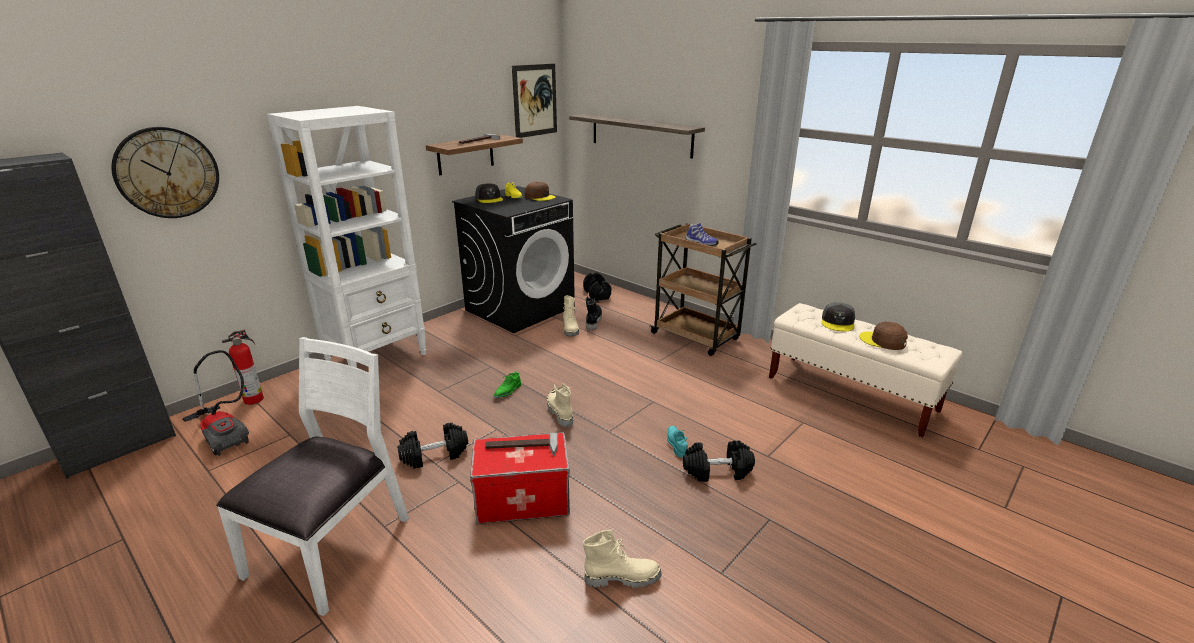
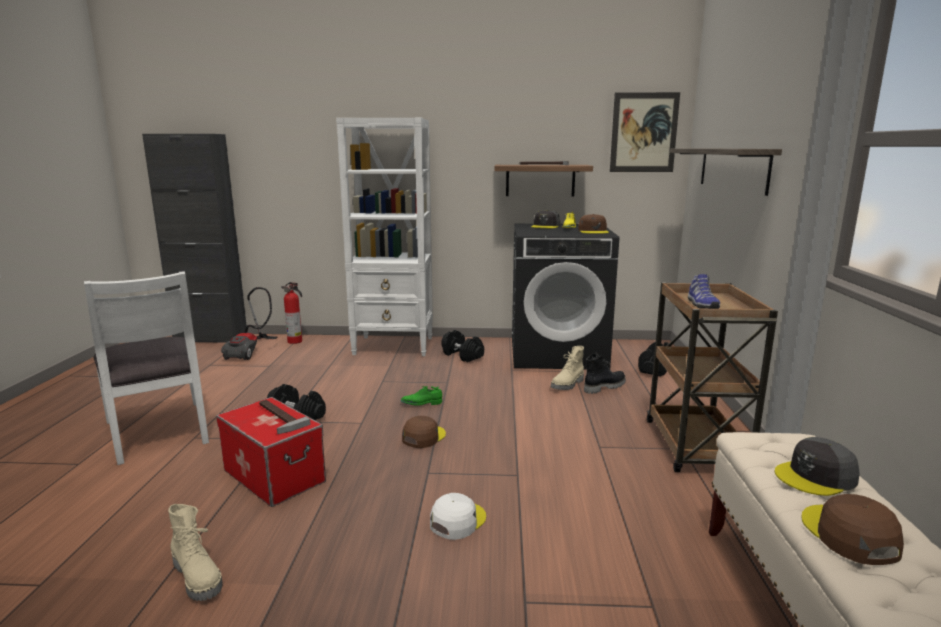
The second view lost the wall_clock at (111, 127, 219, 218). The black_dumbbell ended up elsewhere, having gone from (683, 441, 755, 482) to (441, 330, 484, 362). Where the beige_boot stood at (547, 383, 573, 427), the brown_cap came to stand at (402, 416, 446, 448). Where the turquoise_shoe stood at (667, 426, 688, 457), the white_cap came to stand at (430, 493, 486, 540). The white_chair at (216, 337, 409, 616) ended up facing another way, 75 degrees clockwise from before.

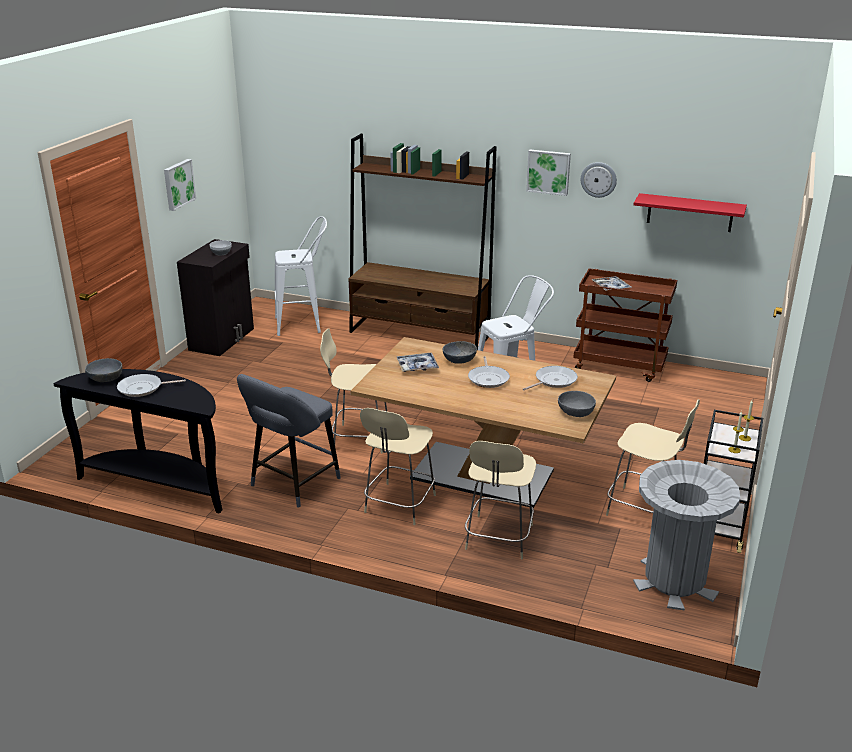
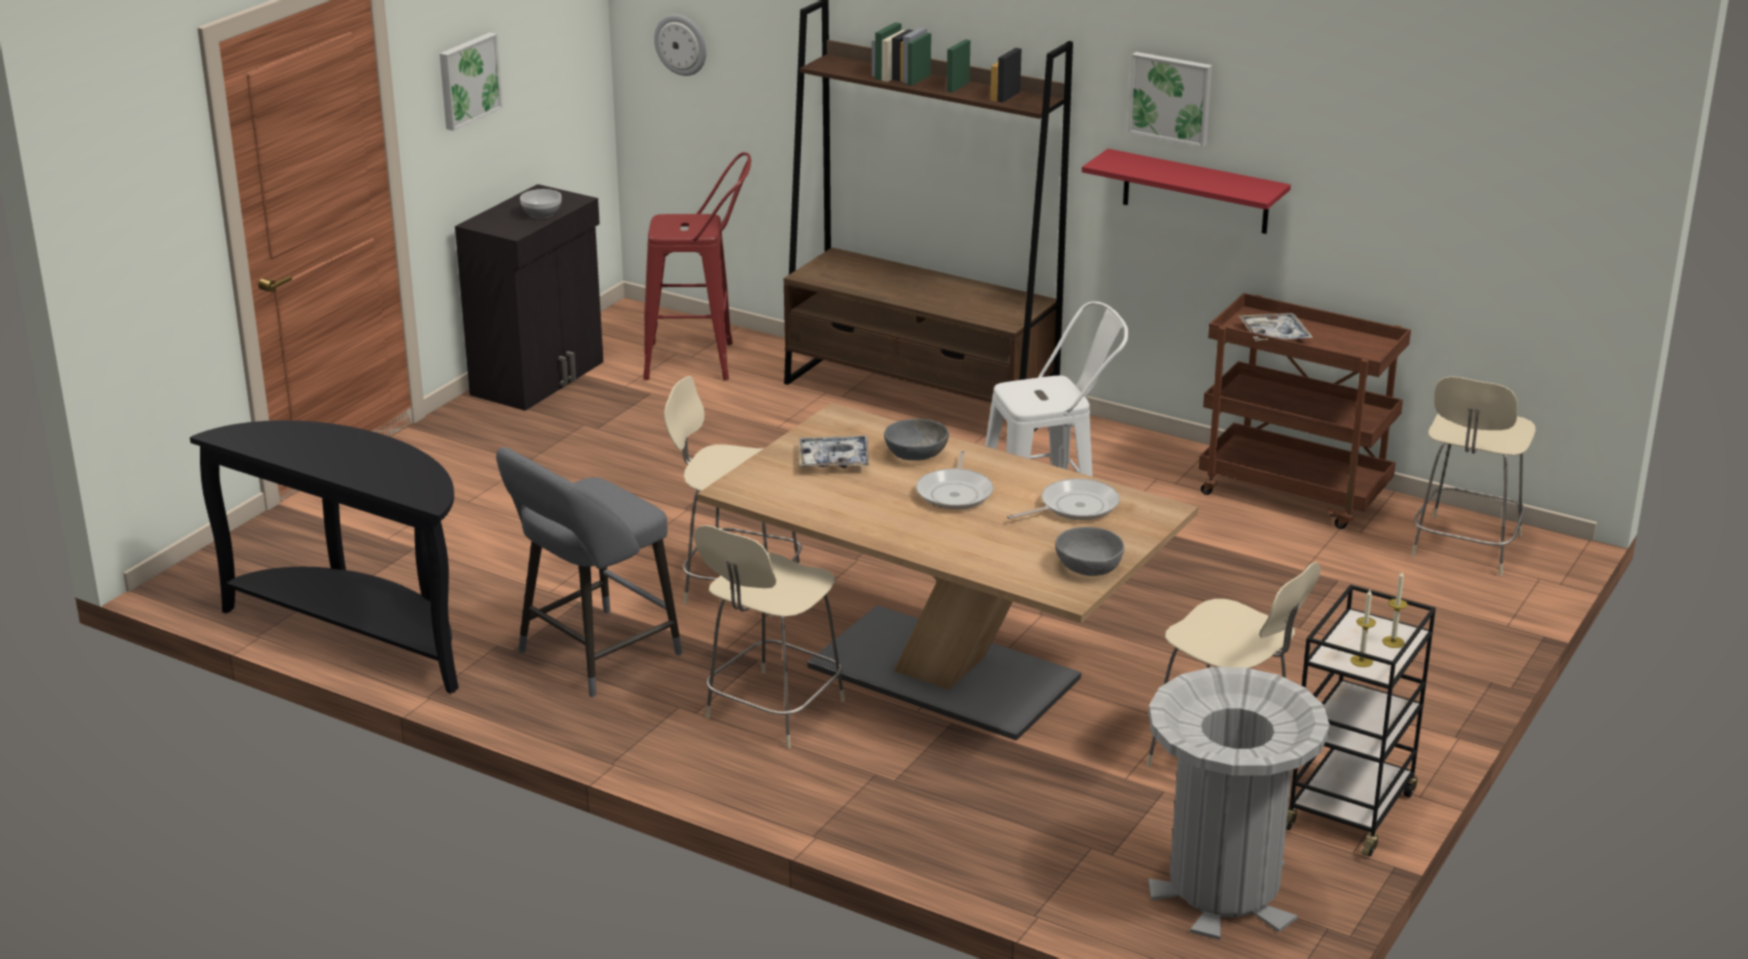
The second view lost the grey_bowl at (85, 358, 122, 382). The second view lost the frying_pan at (117, 374, 186, 397). The beige_chair ended up elsewhere, having gone from (465, 441, 536, 559) to (1411, 376, 1536, 576). The wall_clock ended up elsewhere, having gone from (581, 162, 617, 198) to (654, 14, 707, 76). The red_shelf ended up elsewhere, having gone from (634, 193, 747, 232) to (1082, 149, 1291, 234). What was the white_stool at (275, 216, 327, 336) turned into the red_stool at (643, 152, 751, 380).

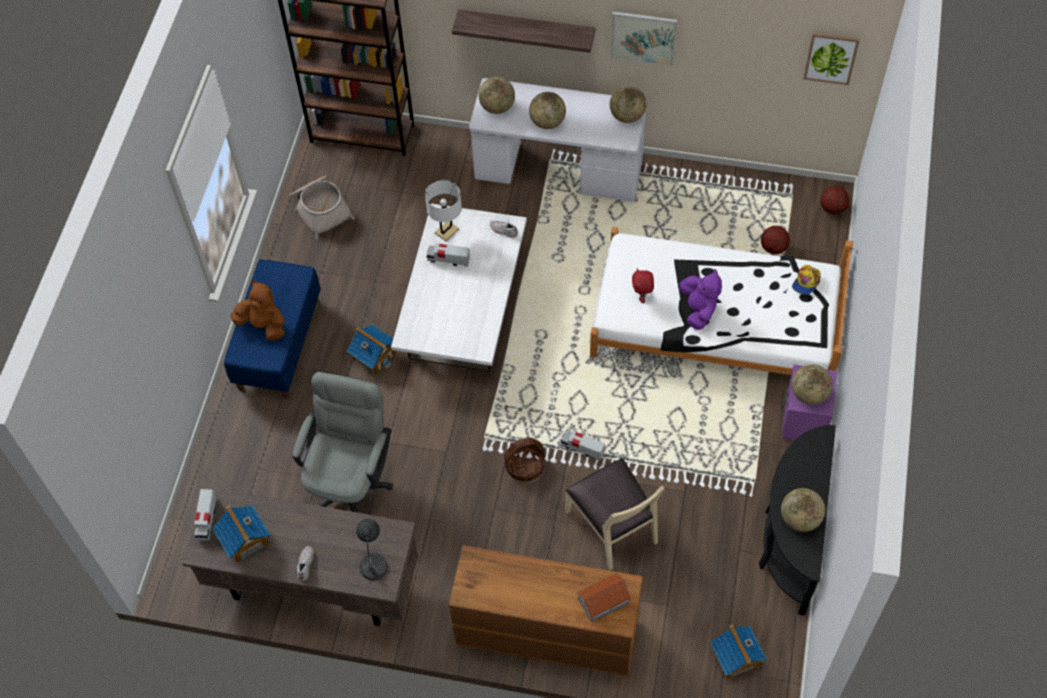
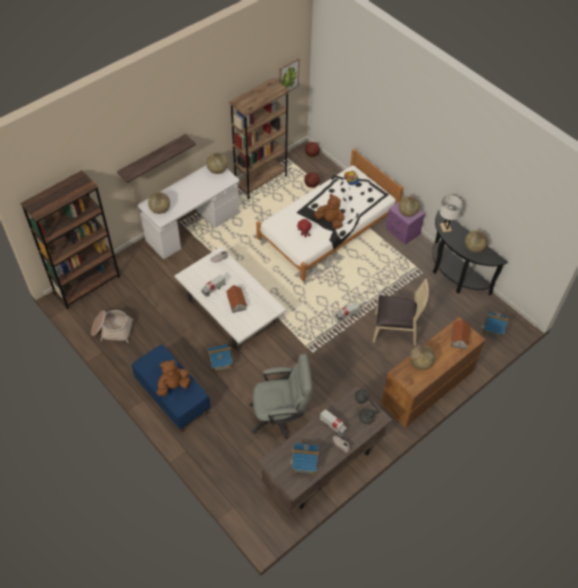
The second view lost the basket at (504, 438, 545, 482). The second view lost the picture at (610, 11, 677, 66). The second view gained the toy_house at (226, 285, 247, 313). The second view gained the brown_bookcase at (229, 78, 290, 199). The toy_truck ended up elsewhere, having gone from (194, 489, 217, 541) to (320, 409, 347, 437). The white_table_lamp ended up elsewhere, having gone from (425, 180, 462, 241) to (439, 195, 463, 233). The globe ended up elsewhere, having gone from (529, 92, 566, 129) to (409, 345, 435, 370). What was the purple_plush_toy at (679, 269, 722, 330) turned into the brown_plush_toy at (314, 194, 345, 229). The grey_office_chair at (293, 372, 393, 513) ended up facing another way, 120 degrees clockwise from before.

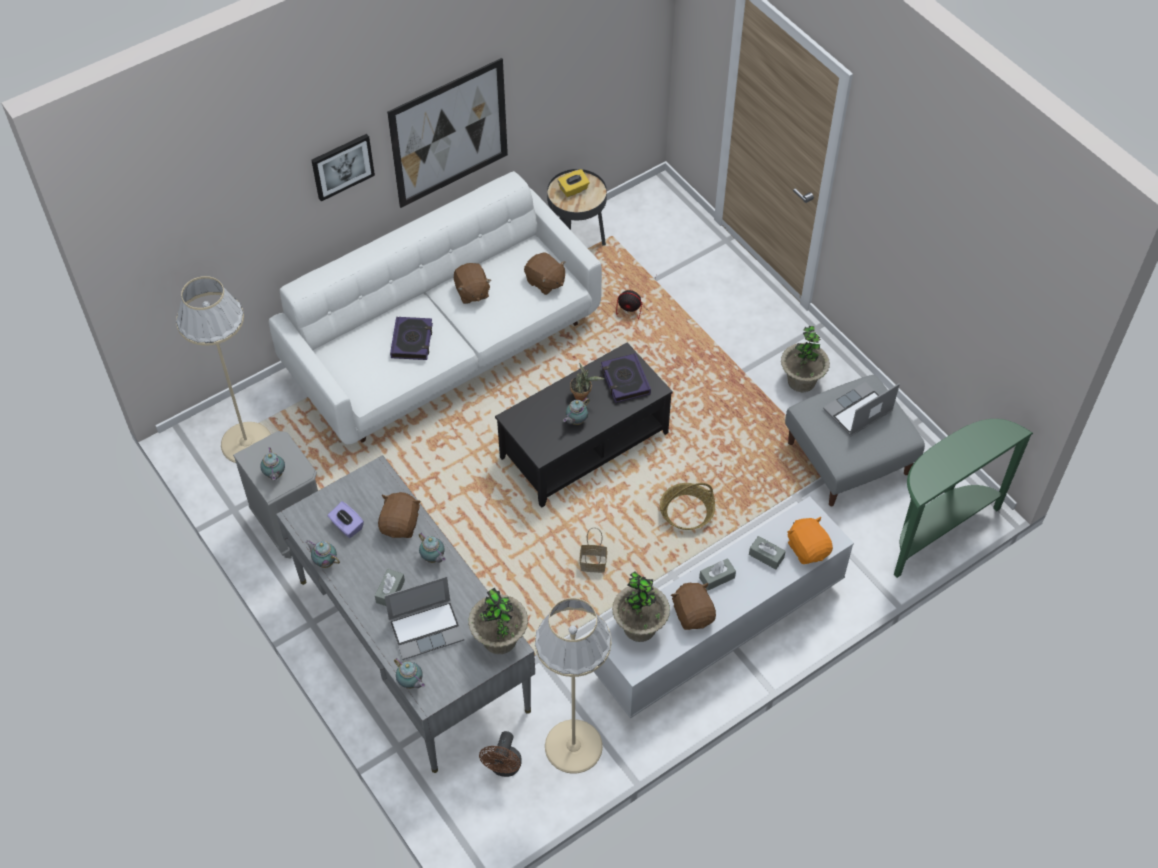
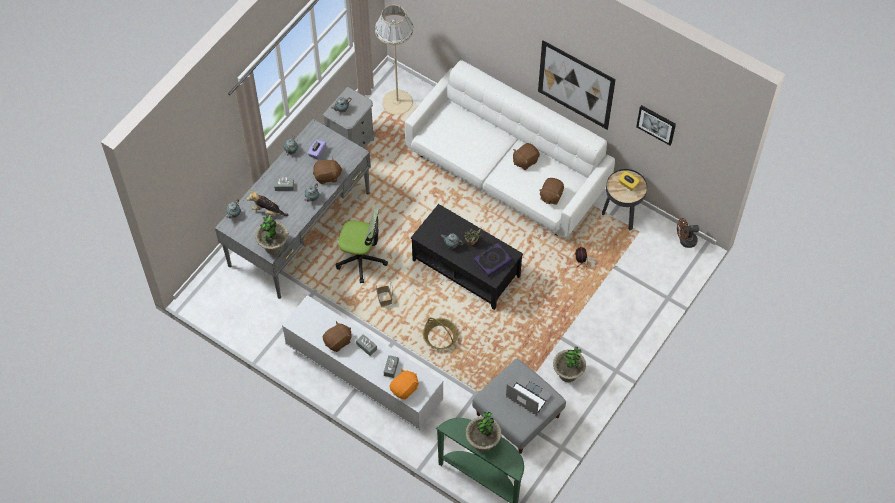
The second view lost the book at (390, 317, 433, 360). The second view lost the beige_floor_lamp at (535, 598, 611, 774). The second view gained the office_chair at (336, 208, 388, 283). The picture ended up elsewhere, having gone from (311, 134, 375, 201) to (636, 105, 676, 145). The brown_fan ended up elsewhere, having gone from (479, 731, 522, 777) to (677, 218, 699, 248). The potted_plant ended up elsewhere, having gone from (612, 571, 670, 642) to (466, 412, 502, 452). Where the laptop stood at (384, 576, 464, 660), the plush_toy came to stand at (247, 190, 289, 216).

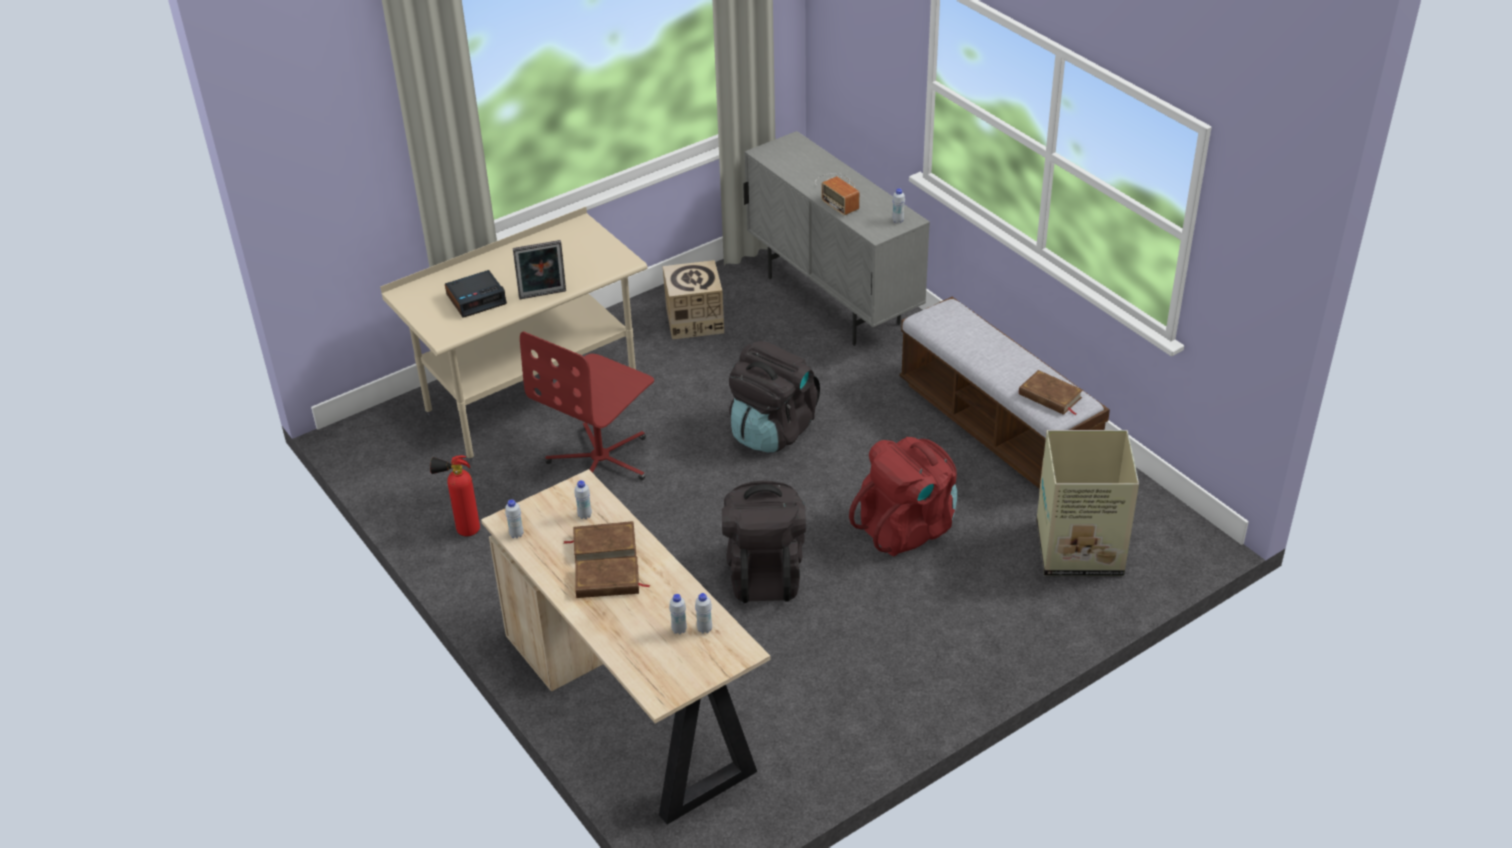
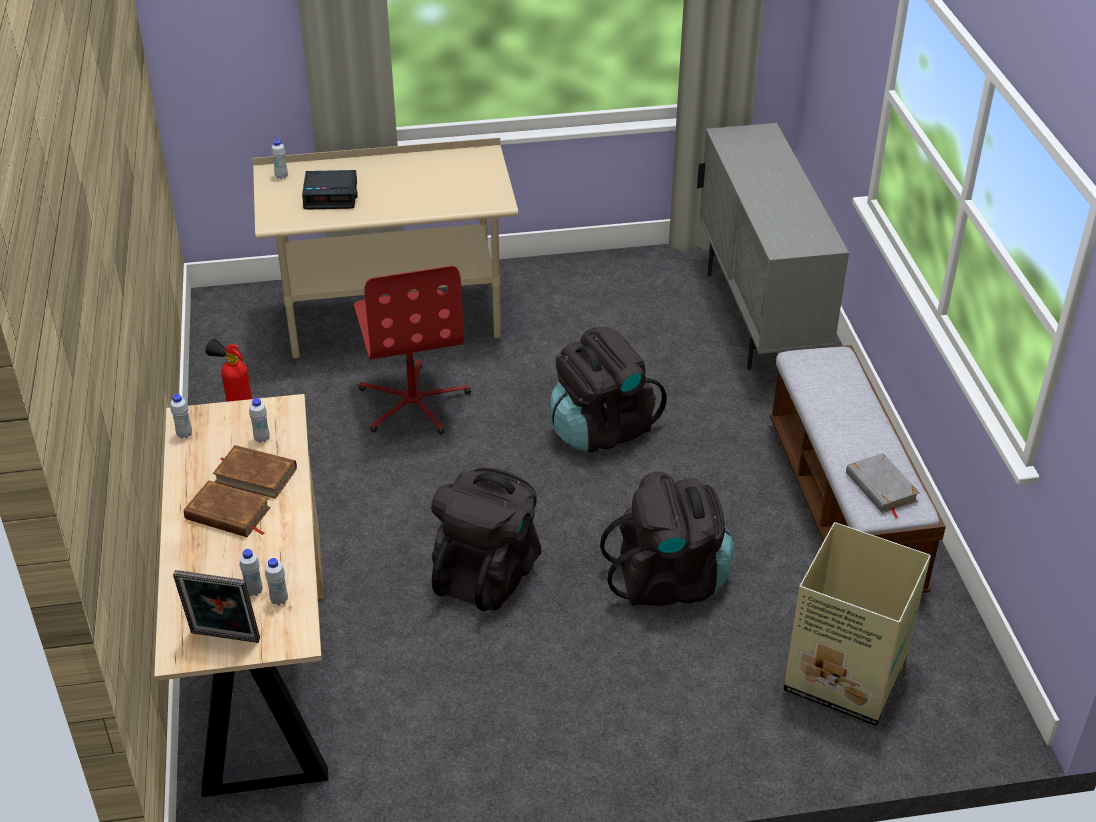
The second view lost the cardboard_box at (663, 260, 724, 340). The second view lost the radio at (815, 173, 860, 215). The picture_frame ended up elsewhere, having gone from (513, 240, 566, 299) to (173, 570, 260, 643). The white_bottle ended up elsewhere, having gone from (892, 189, 905, 223) to (271, 139, 288, 179). What was the red_backpack at (849, 437, 957, 556) turned into the black_backpack at (600, 472, 735, 606). What was the brown_book at (1019, 370, 1083, 415) turned into the grey_book at (846, 453, 920, 518). The red_office_chair at (520, 331, 654, 480) ended up facing another way, 75 degrees counterclockwise from before.

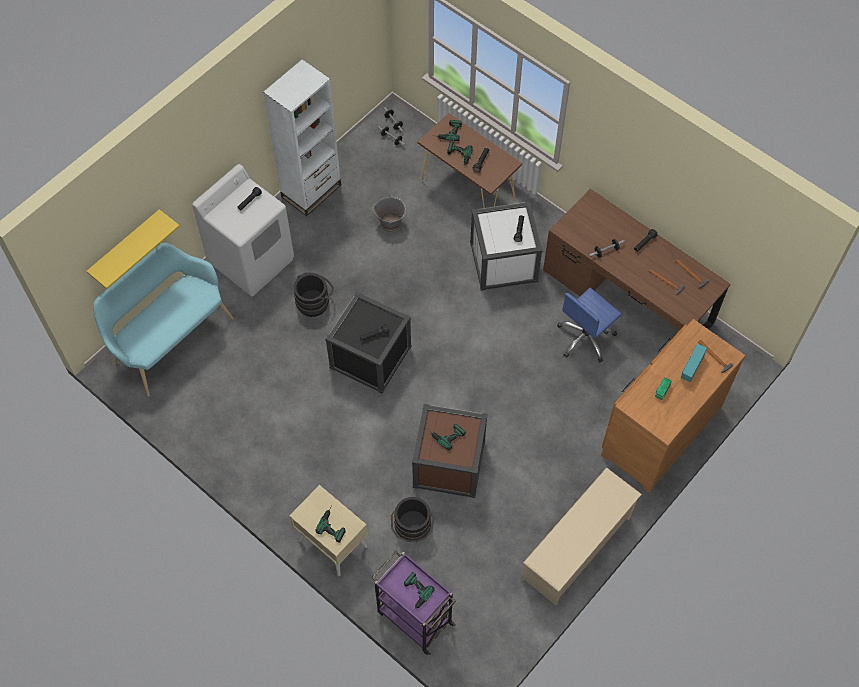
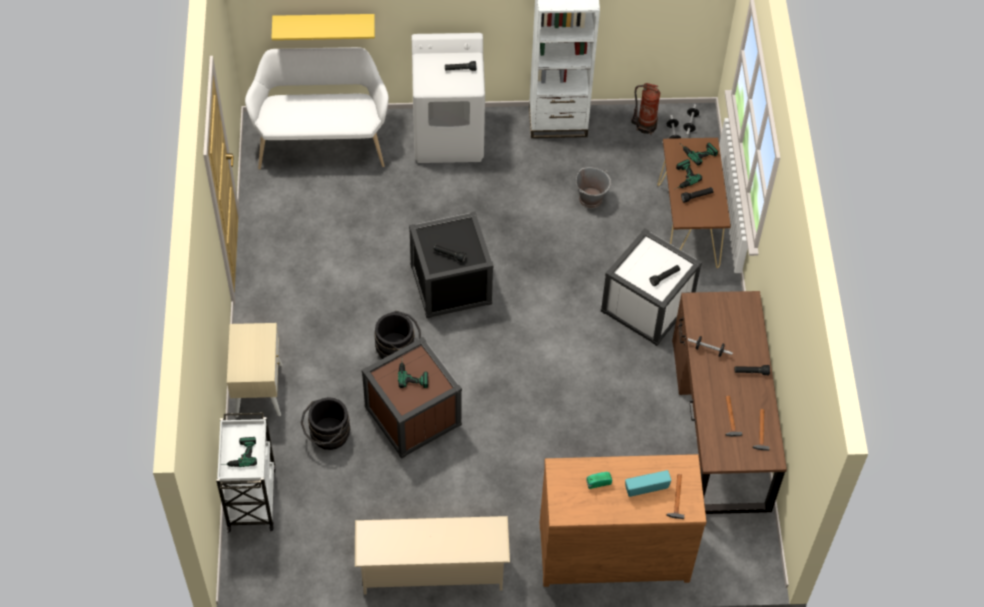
The second view lost the power_drill at (315, 507, 346, 543). The second view lost the blue_office_chair at (557, 288, 622, 363). The second view gained the fire_extinguisher at (631, 83, 660, 135). The black_bucket ended up elsewhere, having gone from (294, 272, 334, 317) to (374, 311, 421, 359). What was the turquoise_bench at (93, 242, 234, 397) turned into the white_bench at (245, 47, 389, 170). What was the purple_cart at (372, 551, 456, 655) turned into the white_cart at (216, 413, 276, 533).

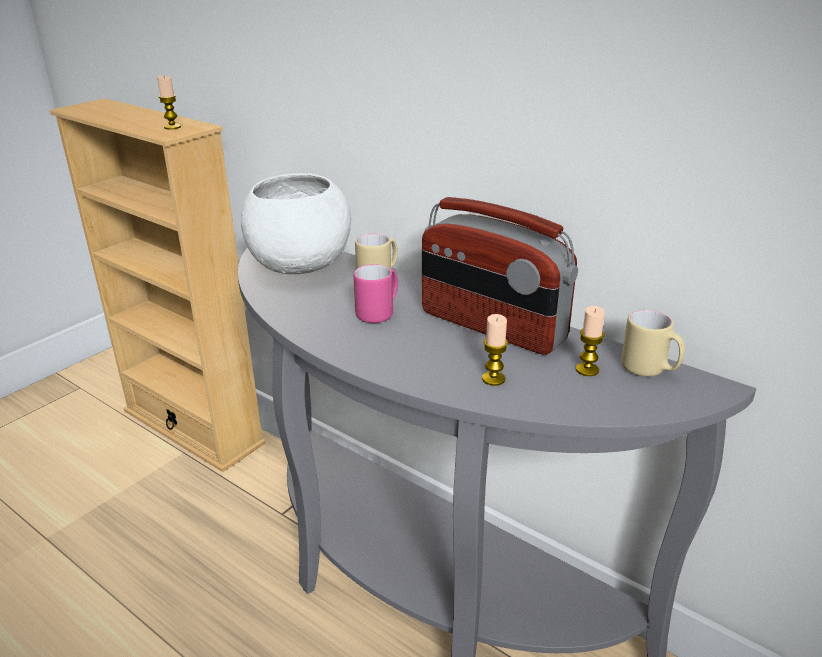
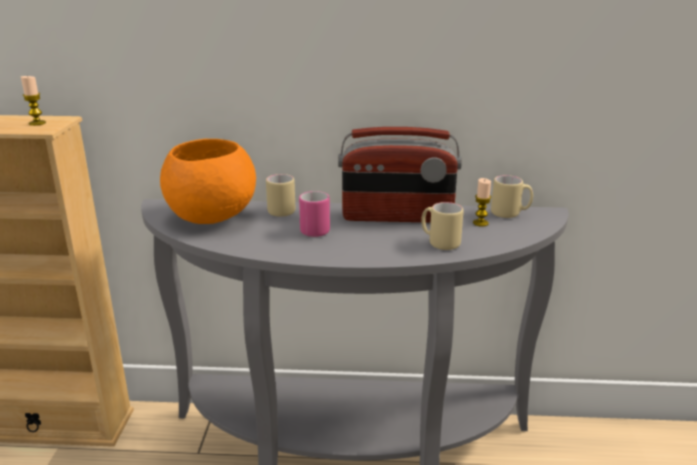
Where the candle stood at (482, 314, 508, 386), the beige_mug came to stand at (421, 202, 464, 250). What was the white_bowl at (241, 173, 351, 274) turned into the orange_bowl at (160, 139, 256, 224).

